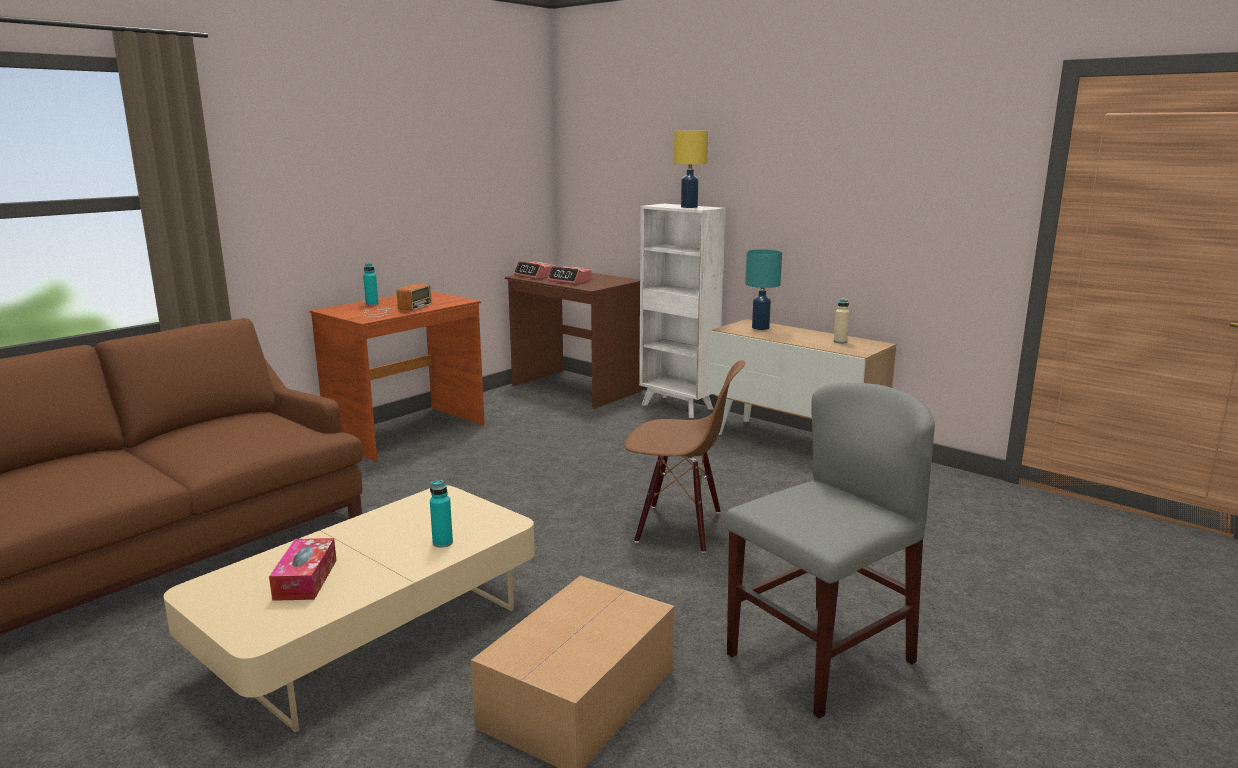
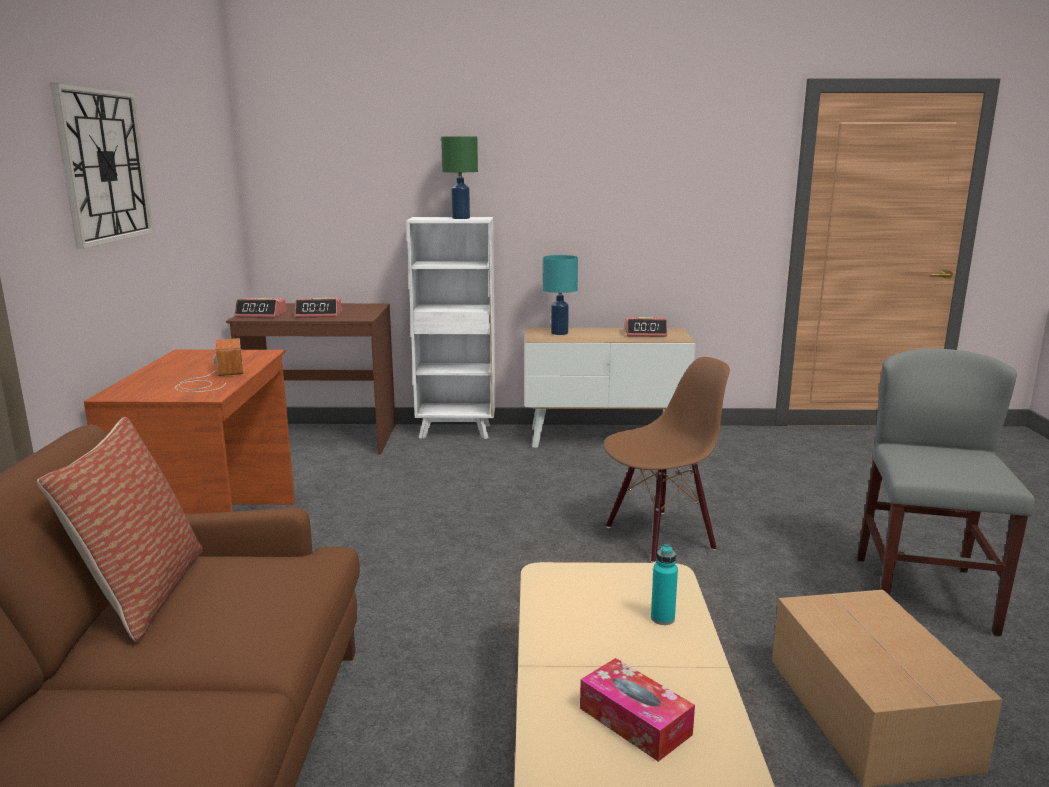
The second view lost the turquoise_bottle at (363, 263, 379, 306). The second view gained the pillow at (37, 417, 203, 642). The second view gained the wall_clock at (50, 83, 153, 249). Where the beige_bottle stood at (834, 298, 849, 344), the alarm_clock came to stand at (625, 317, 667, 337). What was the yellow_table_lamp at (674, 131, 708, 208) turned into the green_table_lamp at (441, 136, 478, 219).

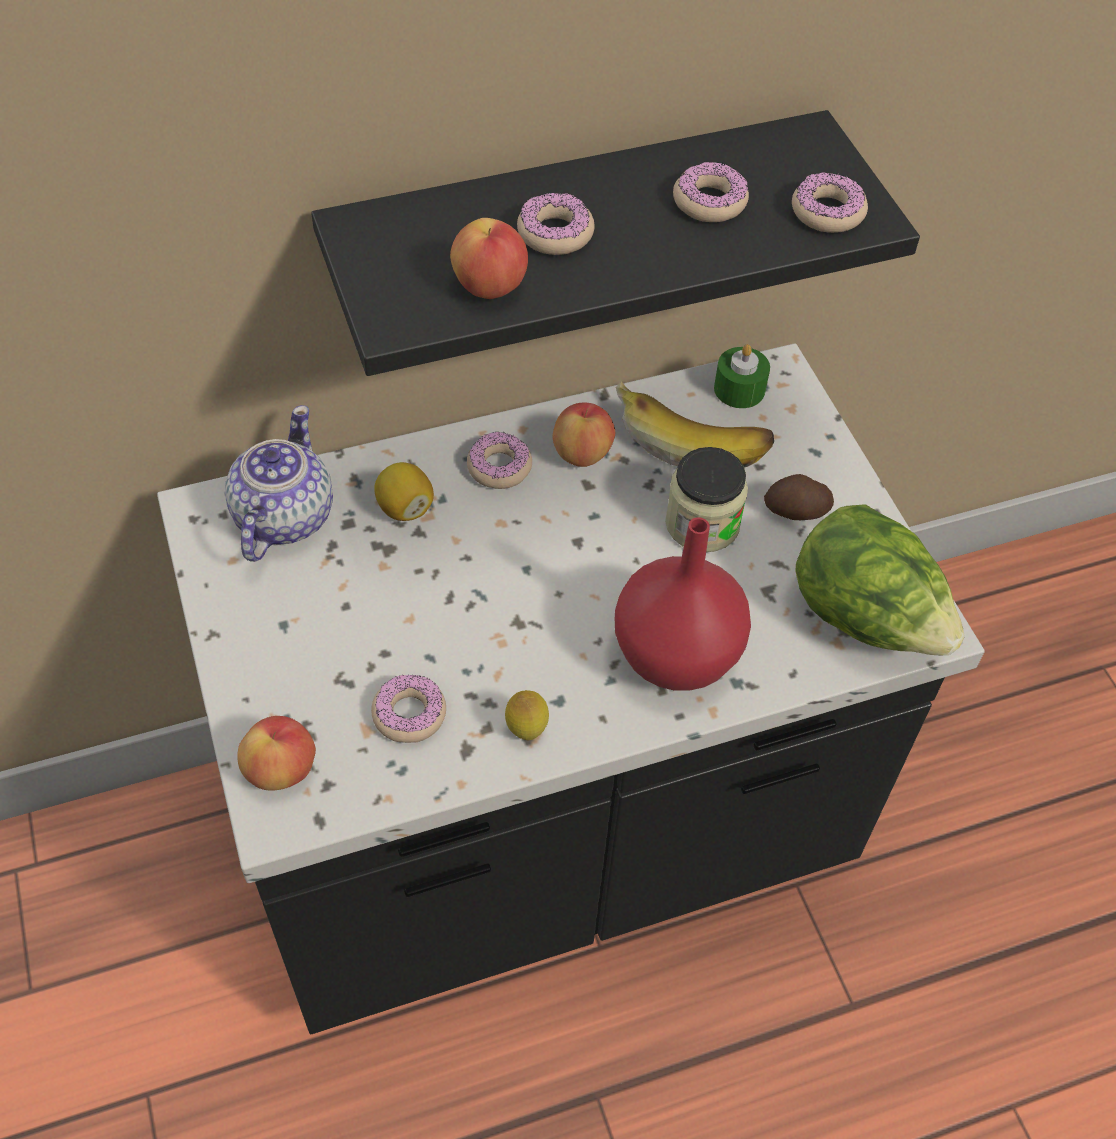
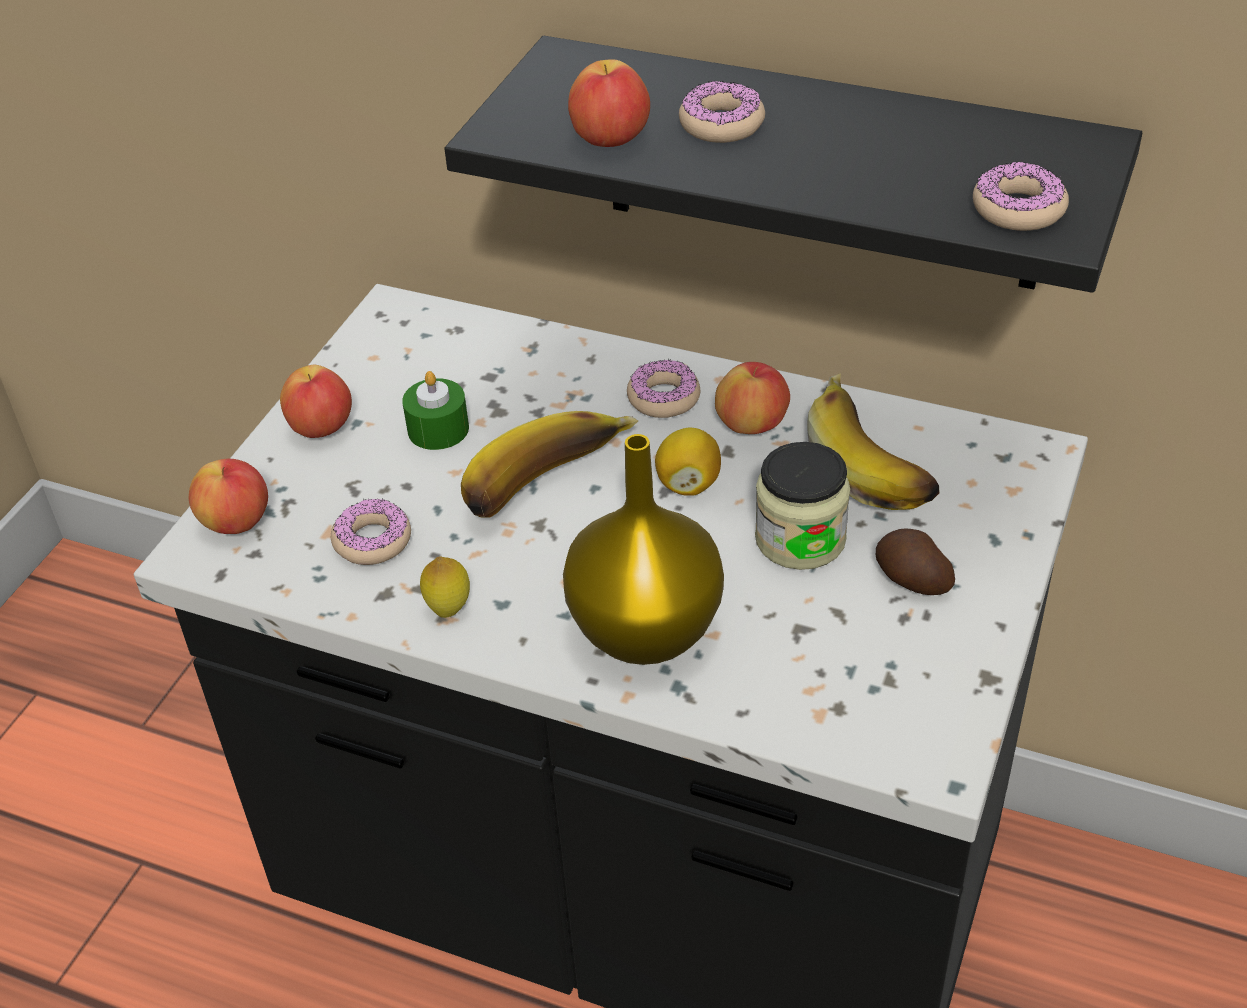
The second view lost the teapot at (225, 405, 333, 562). The second view lost the donut at (673, 161, 749, 222). The second view lost the lettuce at (795, 504, 965, 655). The second view gained the apple at (280, 365, 352, 438). The second view gained the banana at (461, 411, 638, 518). The lemon ended up elsewhere, having gone from (374, 462, 434, 521) to (655, 428, 721, 496). The green_candle ended up elsewhere, having gone from (714, 344, 770, 408) to (402, 371, 469, 450). What was the red_vase at (615, 517, 751, 691) turned into the yellow_vase at (563, 434, 724, 665).

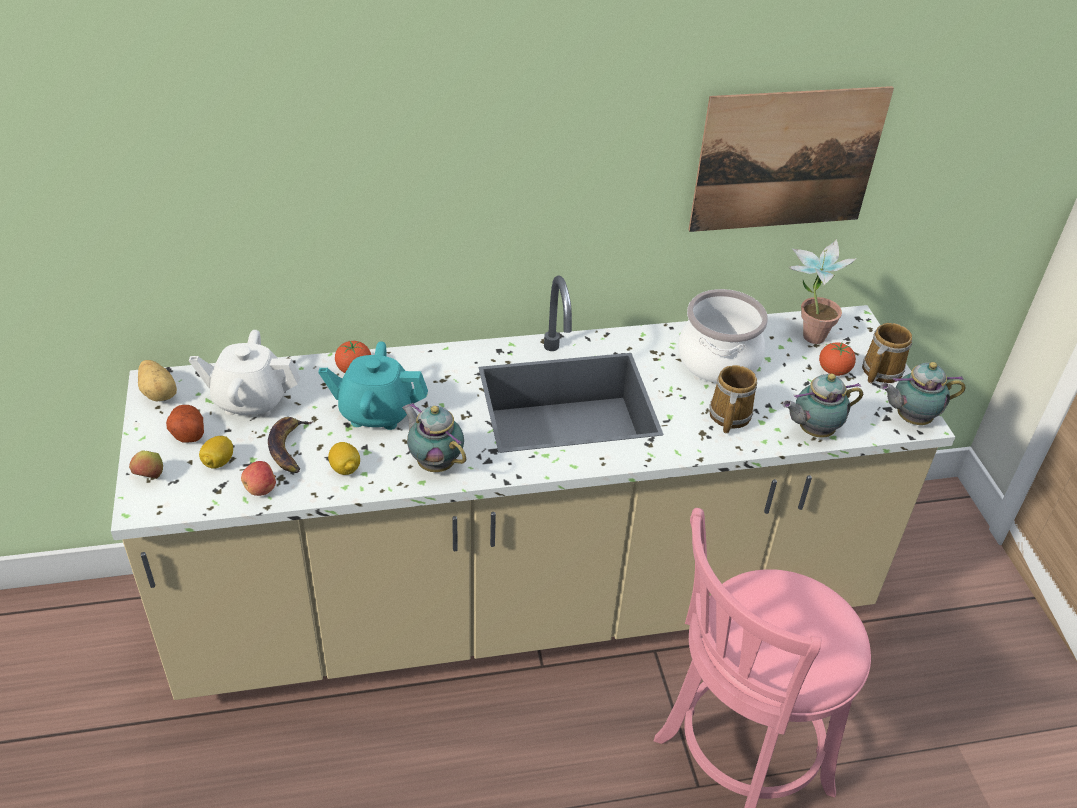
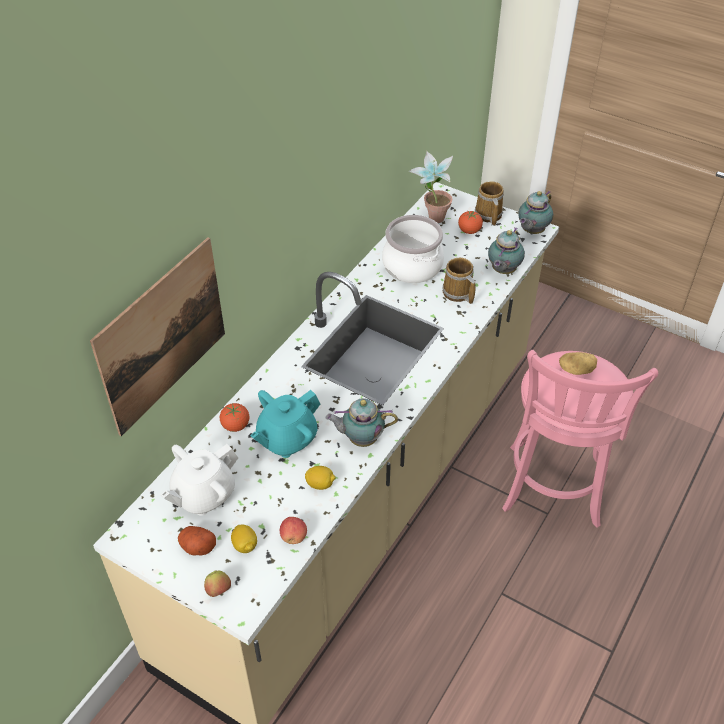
The second view lost the banana at (268, 417, 313, 473). The potato ended up elsewhere, having gone from (138, 360, 177, 402) to (559, 352, 597, 375). The picture ended up elsewhere, having gone from (689, 86, 894, 232) to (90, 237, 225, 436).

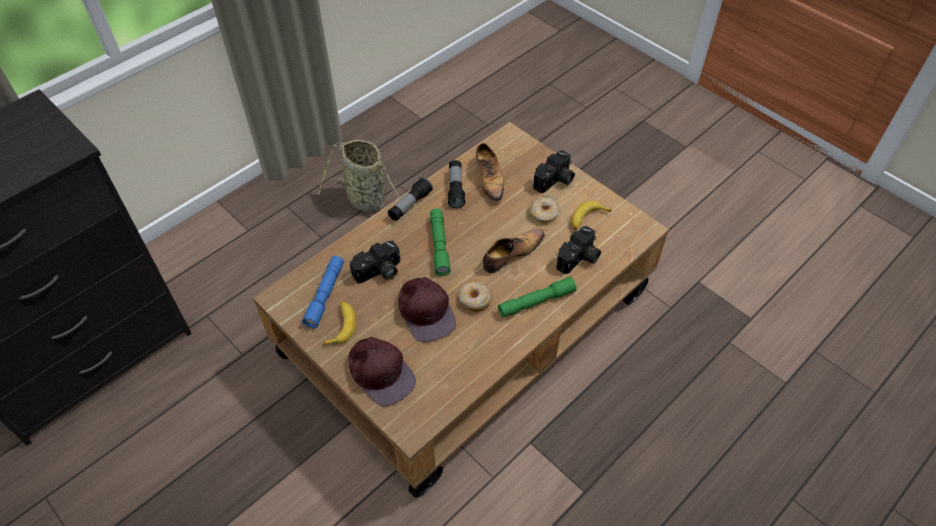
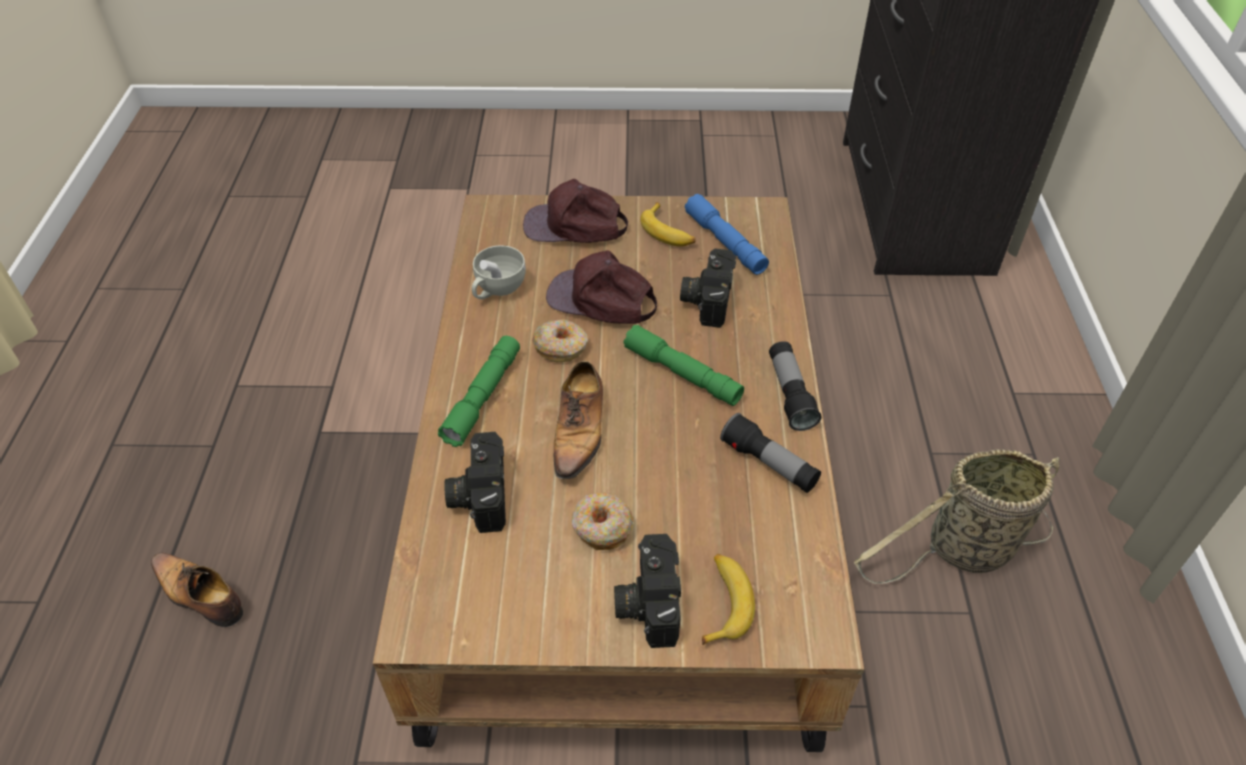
The second view gained the white_cup at (472, 245, 526, 299). The shoe ended up elsewhere, having gone from (476, 143, 504, 203) to (151, 552, 243, 627). The banana ended up elsewhere, having gone from (571, 201, 612, 230) to (702, 554, 755, 645).

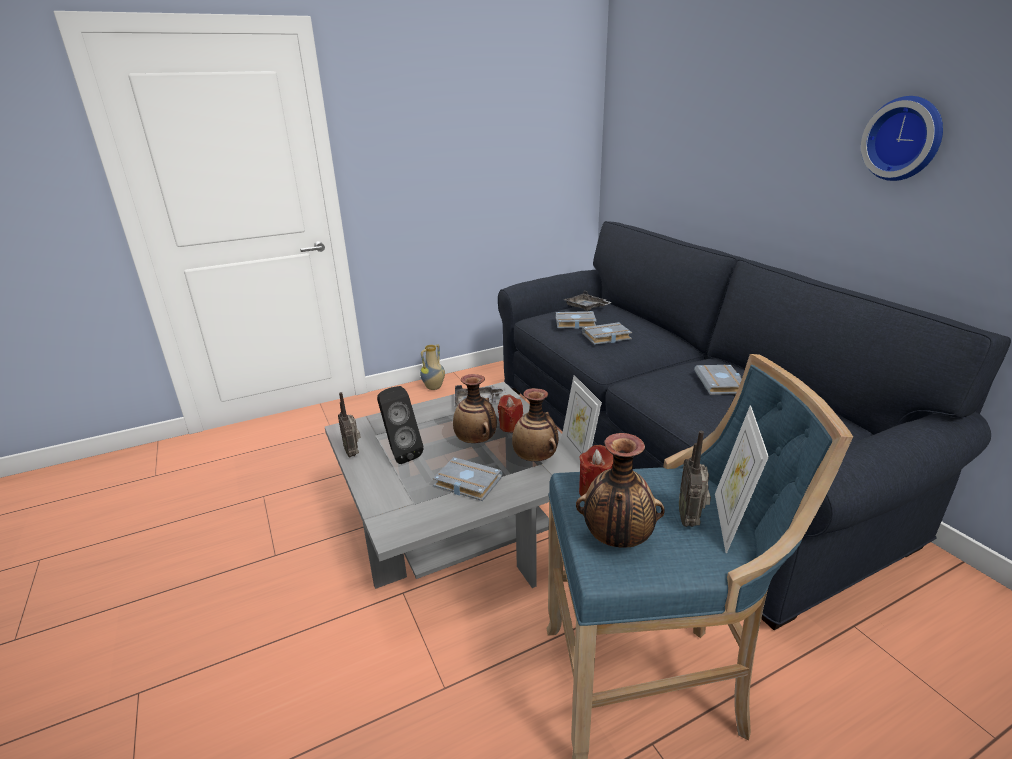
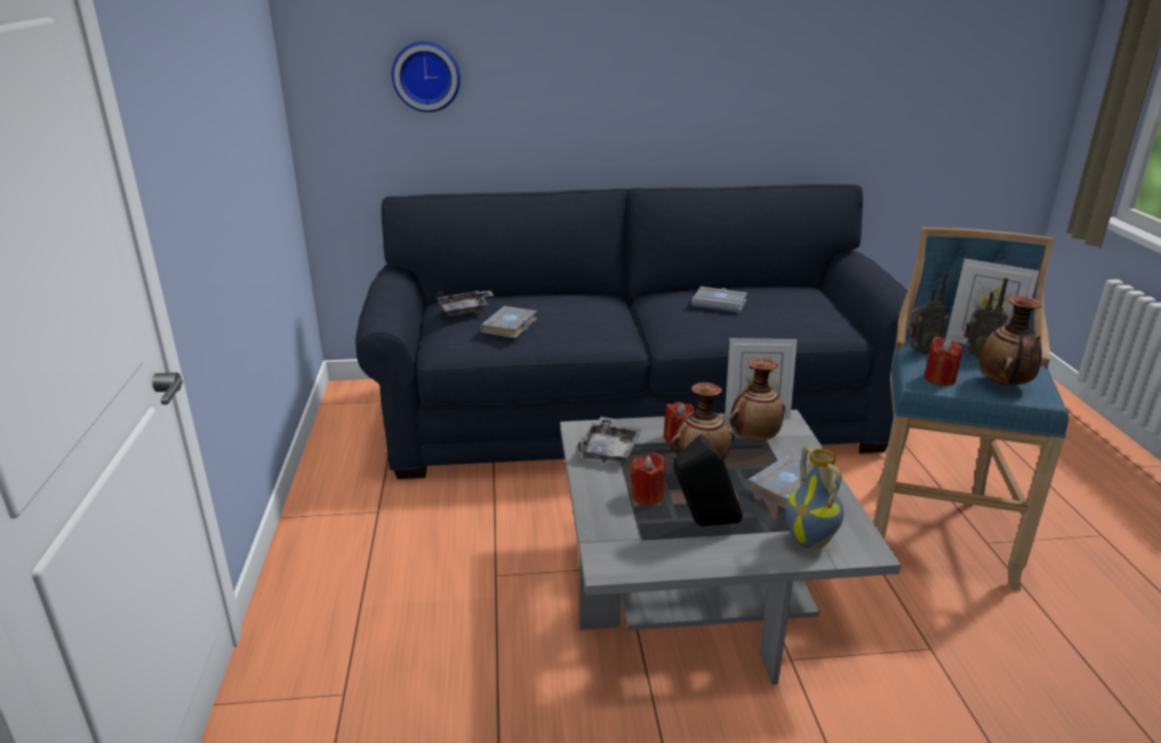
The second view lost the grey_book at (582, 322, 632, 345). The second view gained the red_candle at (631, 453, 665, 506). The radio ended up elsewhere, having gone from (338, 392, 361, 457) to (908, 273, 949, 354). The vase ended up elsewhere, having gone from (420, 344, 445, 390) to (785, 446, 844, 549). The wall_clock ended up elsewhere, having gone from (861, 96, 943, 181) to (392, 41, 460, 112).

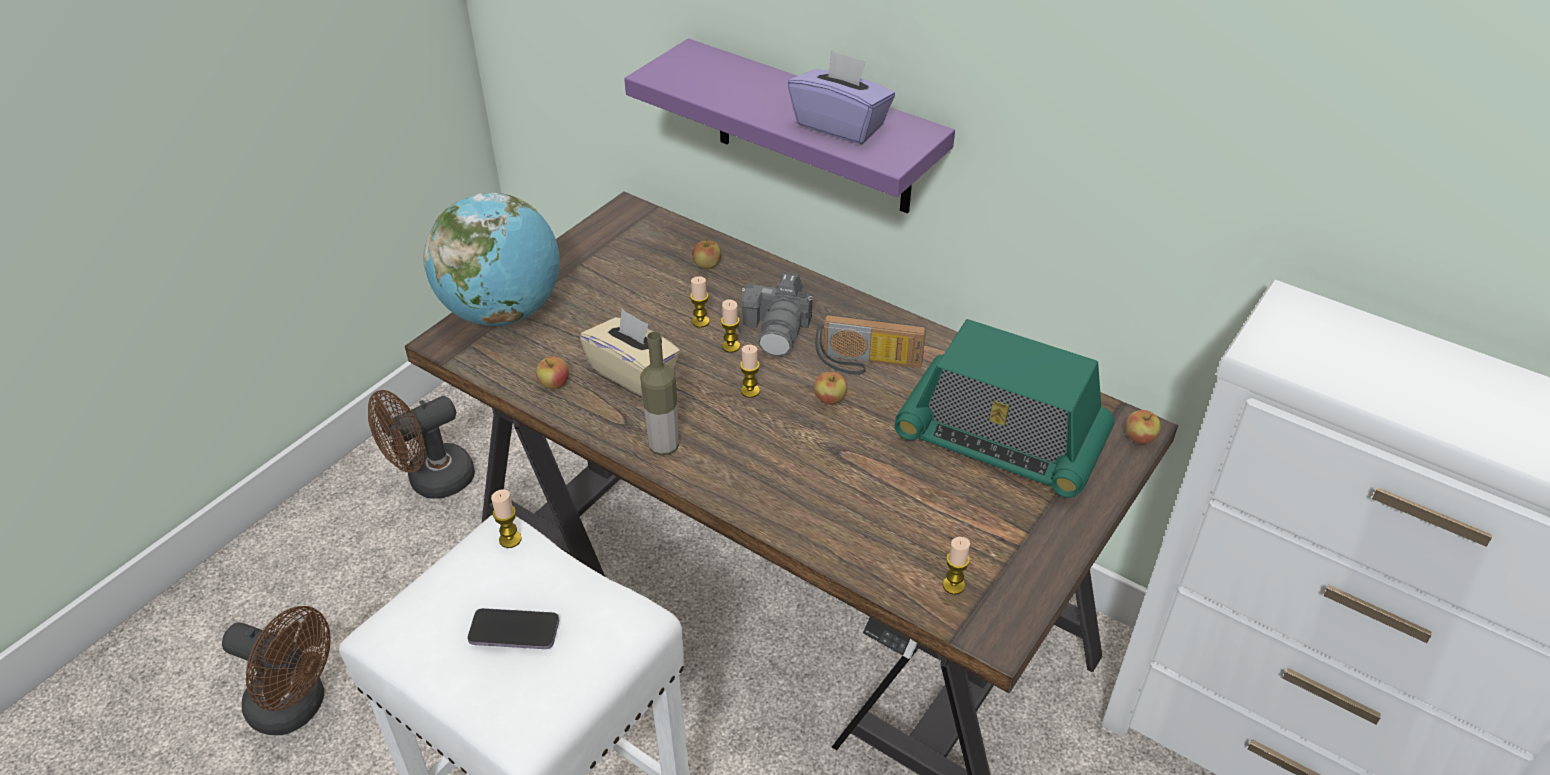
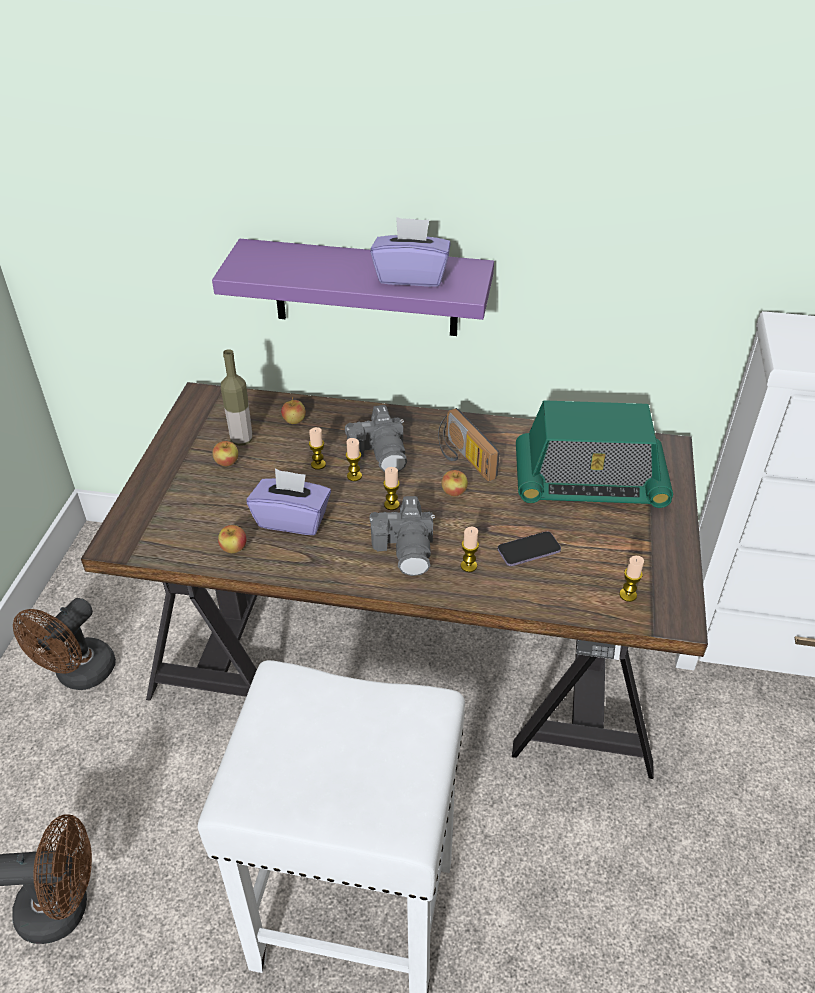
The second view lost the globe at (423, 193, 560, 326). The second view gained the photo_camera at (370, 496, 435, 576). The phone ended up elsewhere, having gone from (467, 608, 559, 649) to (498, 531, 561, 566). The candle ended up elsewhere, having gone from (491, 489, 522, 548) to (461, 527, 479, 572). The bottle ended up elsewhere, having gone from (640, 331, 679, 456) to (221, 349, 252, 446). The apple ended up elsewhere, having gone from (1125, 410, 1161, 444) to (213, 441, 238, 466). What was the beige_tissue_box at (580, 309, 681, 397) turned into the purple_tissue_box at (247, 469, 331, 535). The radio at (815, 315, 926, 375) ended up facing another way, 75 degrees clockwise from before.

